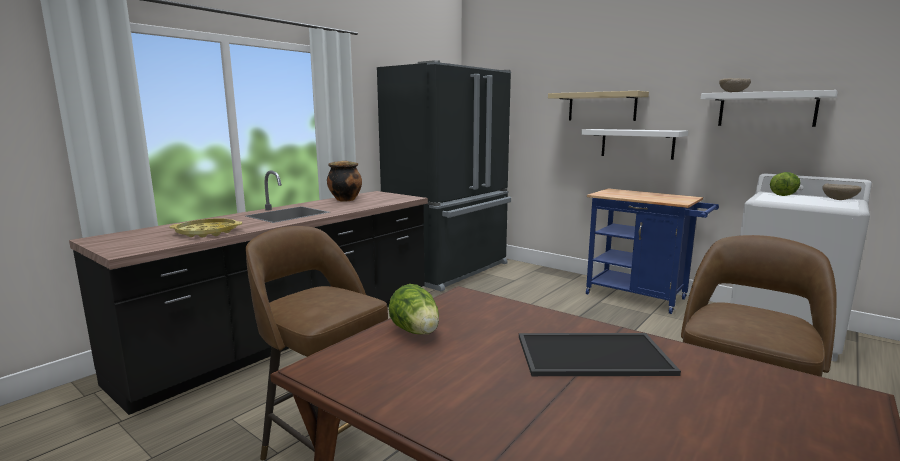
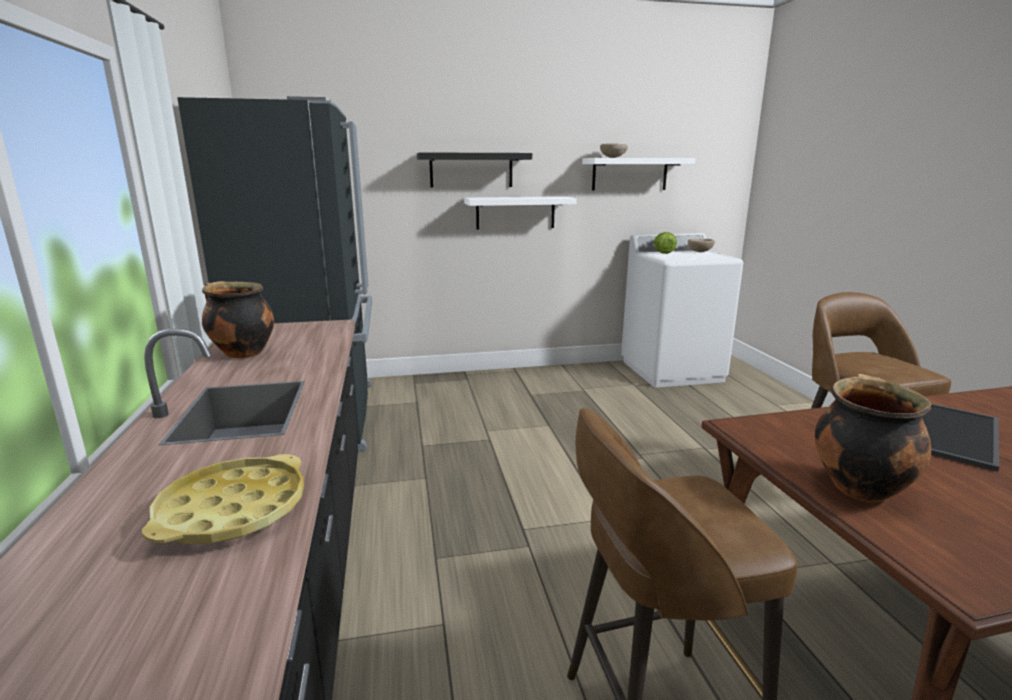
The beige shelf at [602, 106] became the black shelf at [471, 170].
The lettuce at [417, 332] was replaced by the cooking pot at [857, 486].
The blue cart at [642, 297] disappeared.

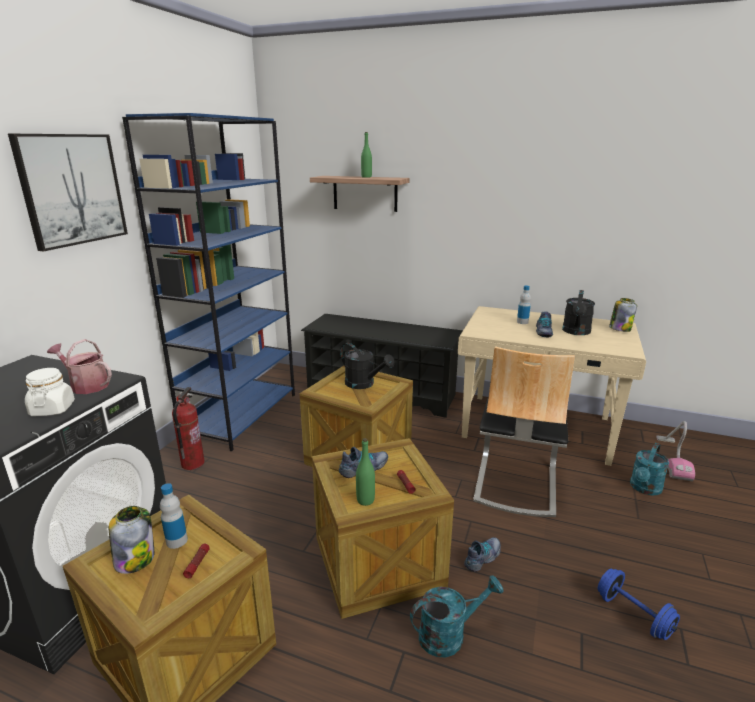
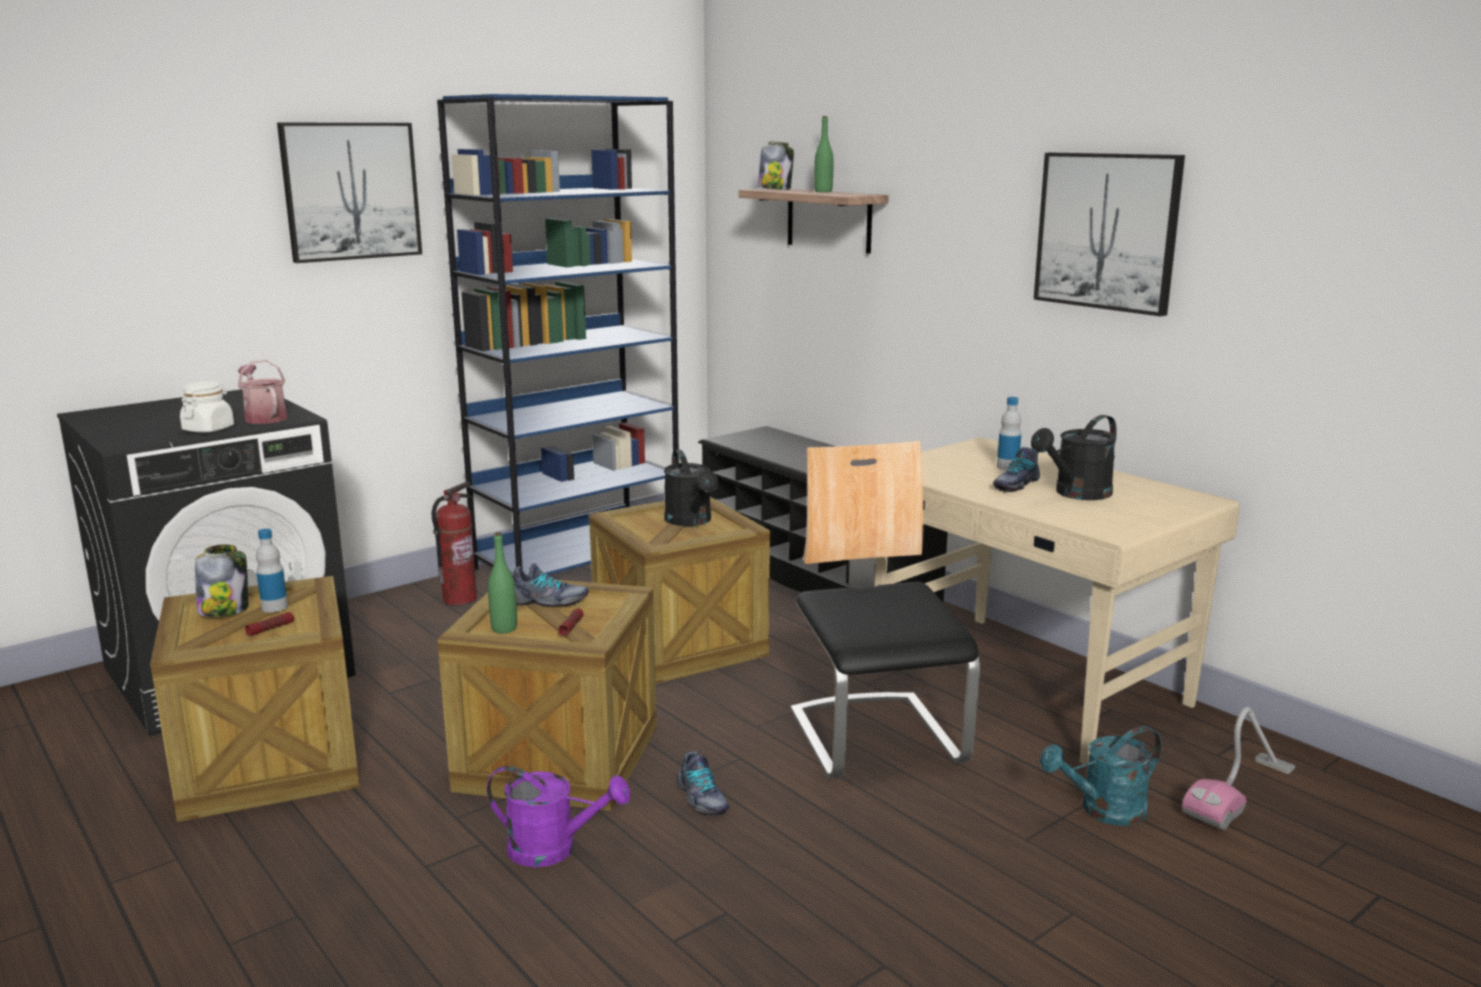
The turquoise watering can at [449, 634] became the purple watering can at [554, 849].
The shoe at [483, 557] turned 75 degrees clockwise.
The jar moved from [620, 329] to [775, 189].
The chair at [515, 482] turned 120 degrees clockwise.
The picture at [1107, 231] appeared.
The blue dumbbell at [633, 615] disappeared.

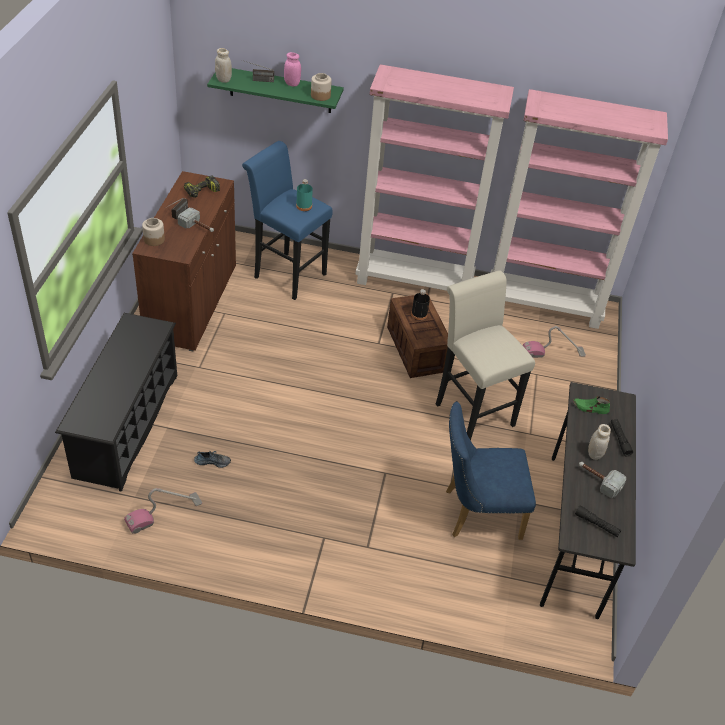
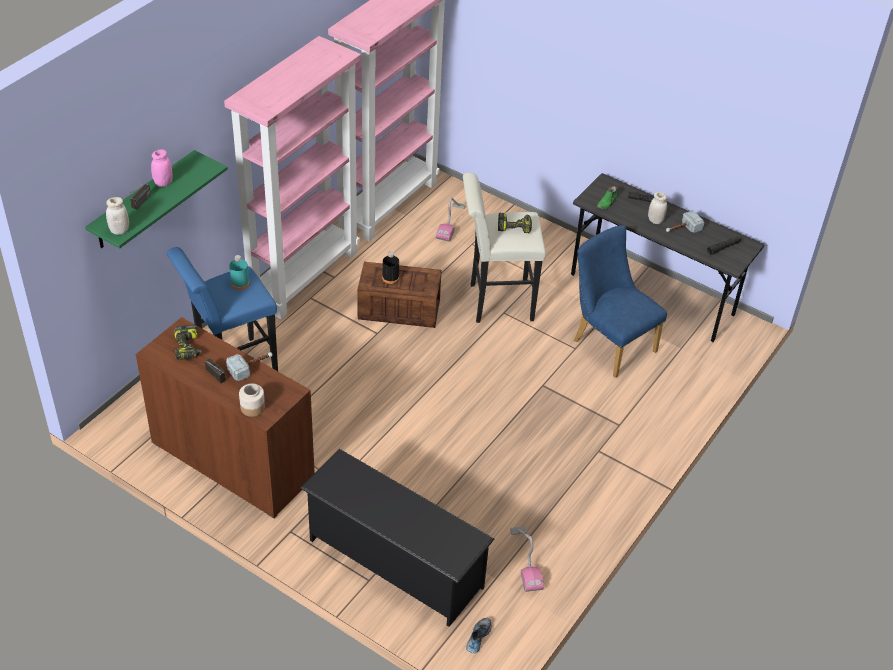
The shoe moved from [213, 461] to [477, 637].
The power drill at [514, 226] appeared.
The blue chair at [476, 512] turned 120 degrees clockwise.
The jar at [320, 95] disappeared.

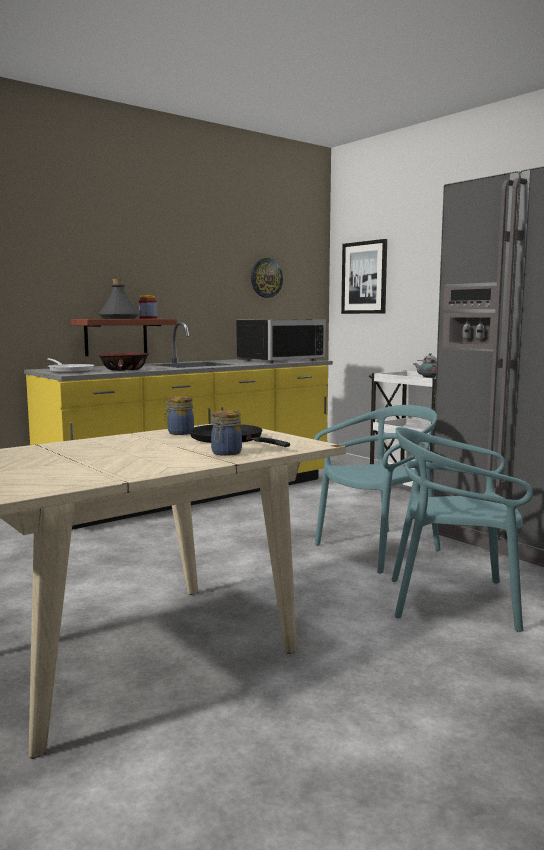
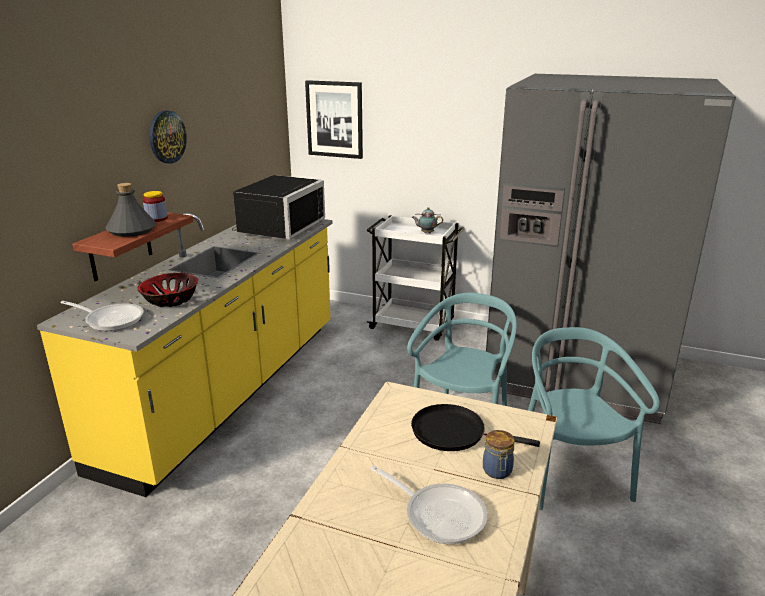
The wall clock moved from [266, 278] to [167, 137].
The frying pan at [439, 514] appeared.
The turquoise chair at [453, 601] turned 105 degrees clockwise.
The jar at [179, 433] disappeared.

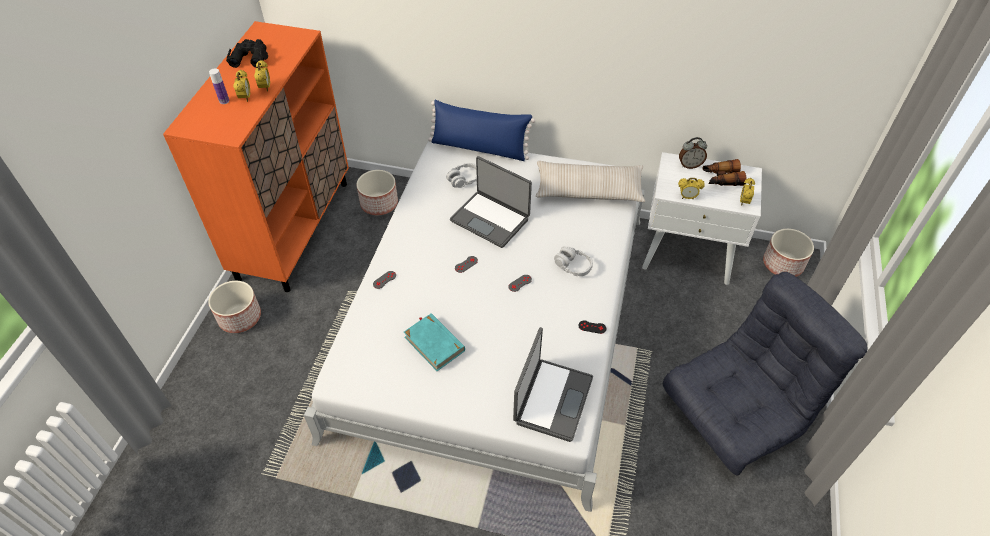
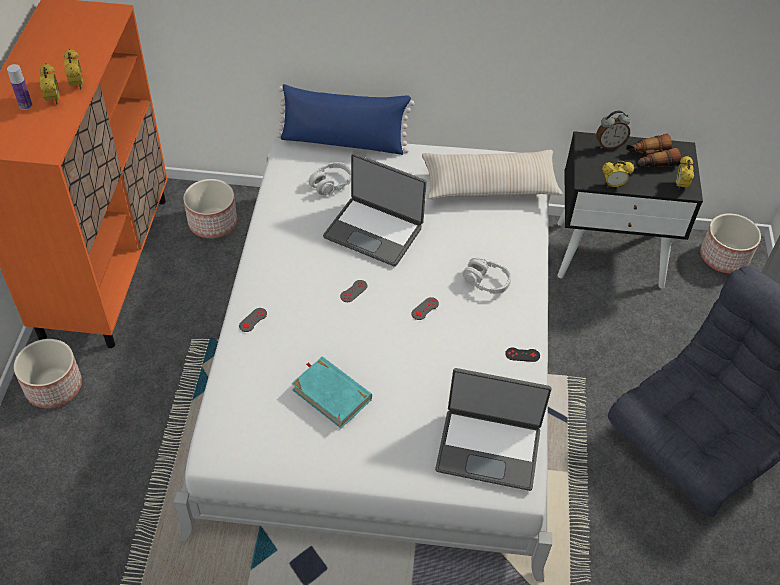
The laptop at [551, 399] turned 90 degrees clockwise.
The white nightstand at [688, 253] became the black nightstand at [610, 253].
The black binoculars at [250, 57] disappeared.

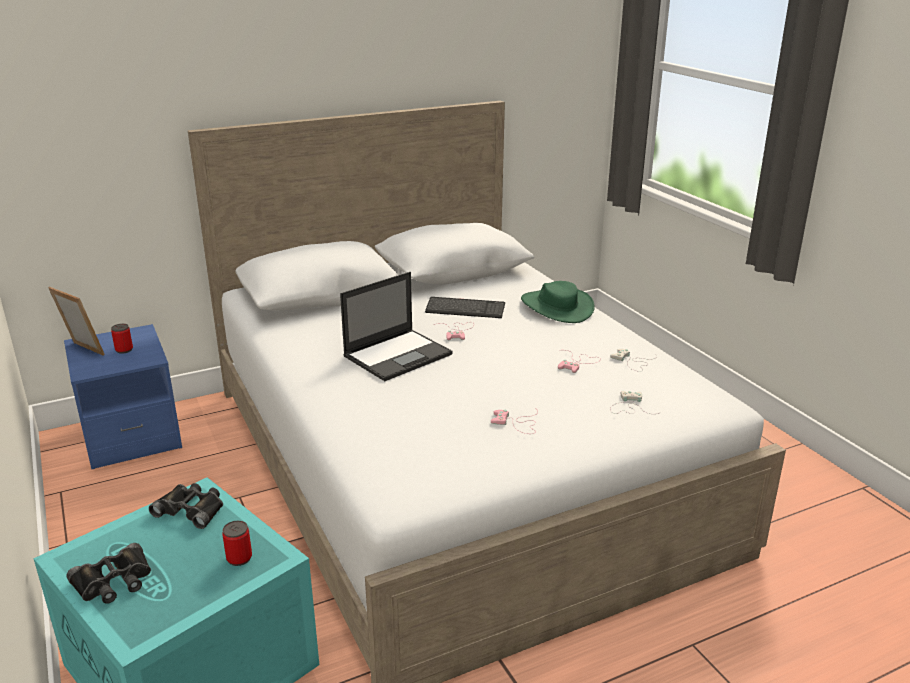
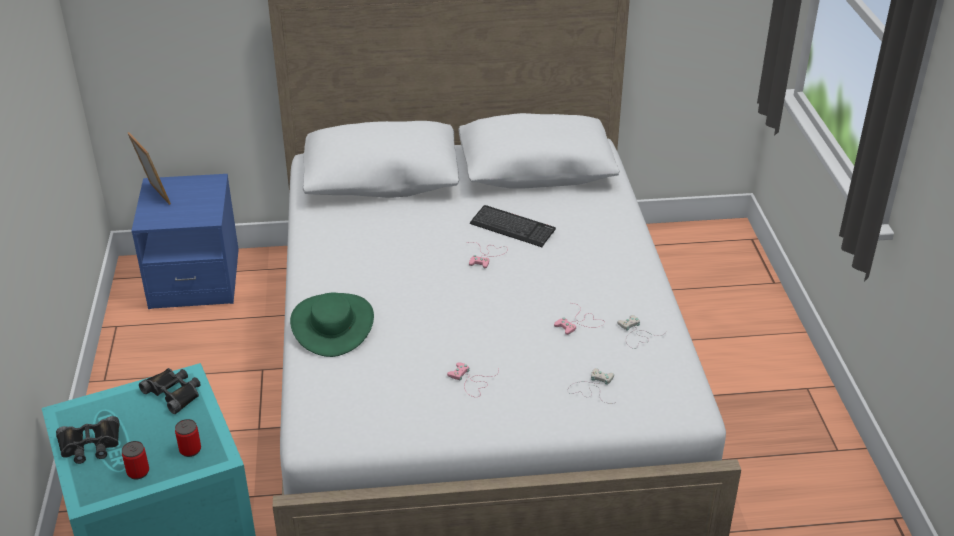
The can moved from [124, 350] to [138, 472].
The green hat moved from [557, 307] to [333, 325].
The laptop at [398, 355] disappeared.

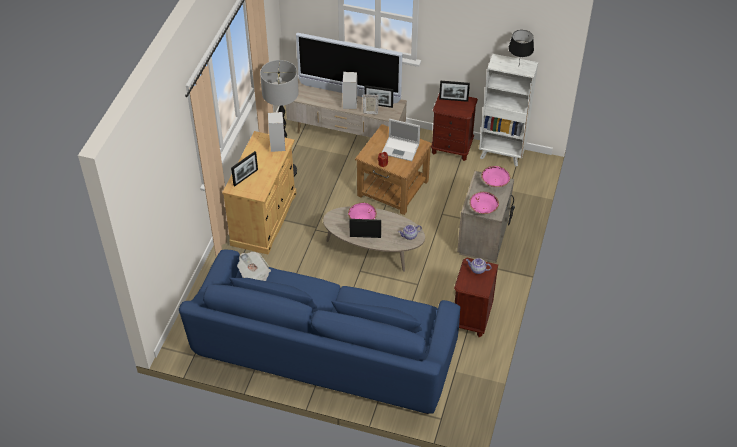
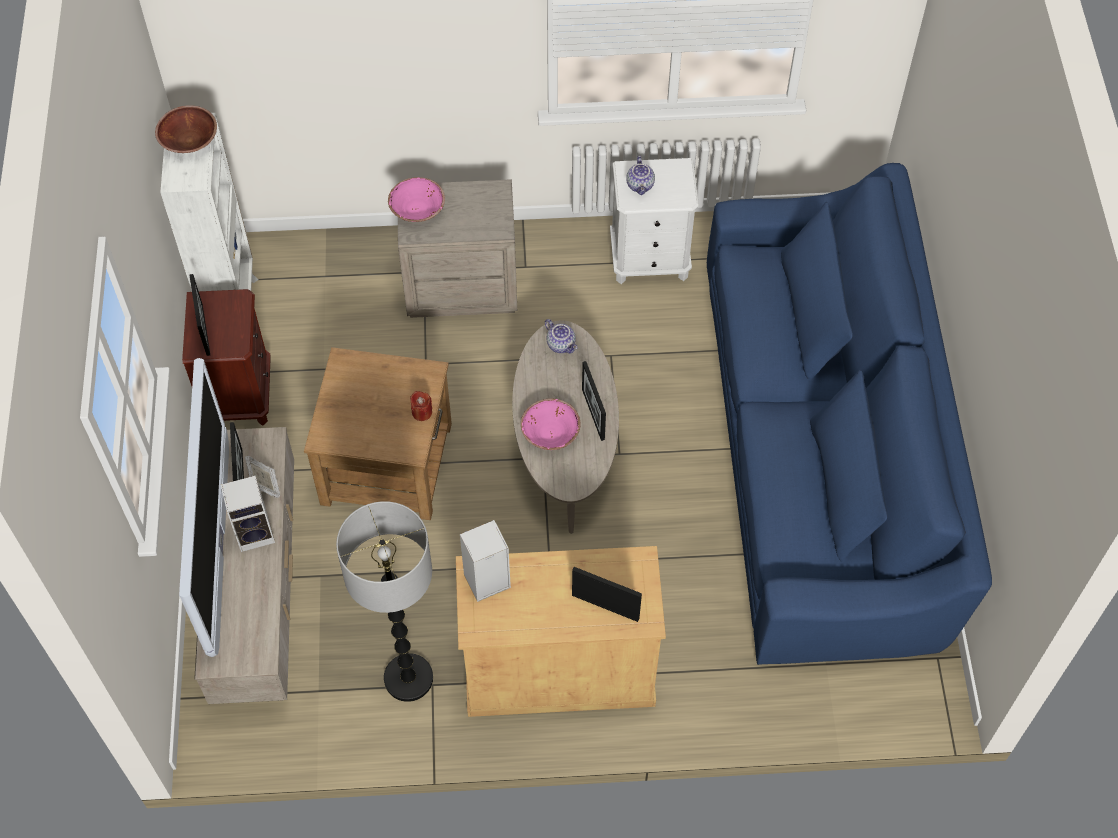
The black table lamp at [519, 66] was replaced by the brown bowl at [190, 141].
The brown nightstand at [471, 319] became the white nightstand at [650, 260].
The newspaper at [255, 274] disappeared.
The laptop at [401, 149] disappeared.
The pink bowl at [483, 208] disappeared.

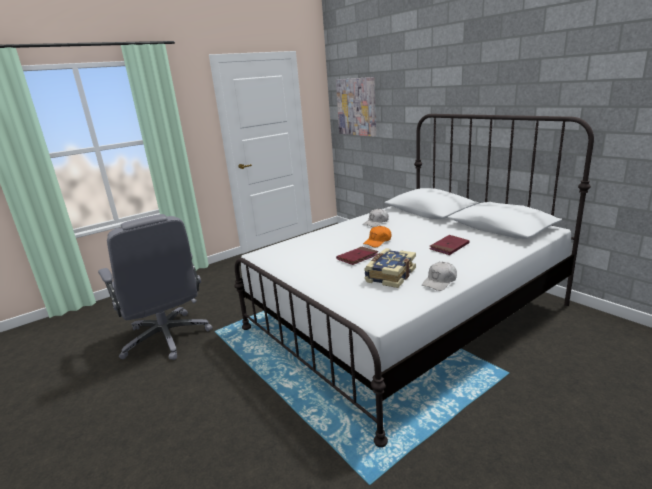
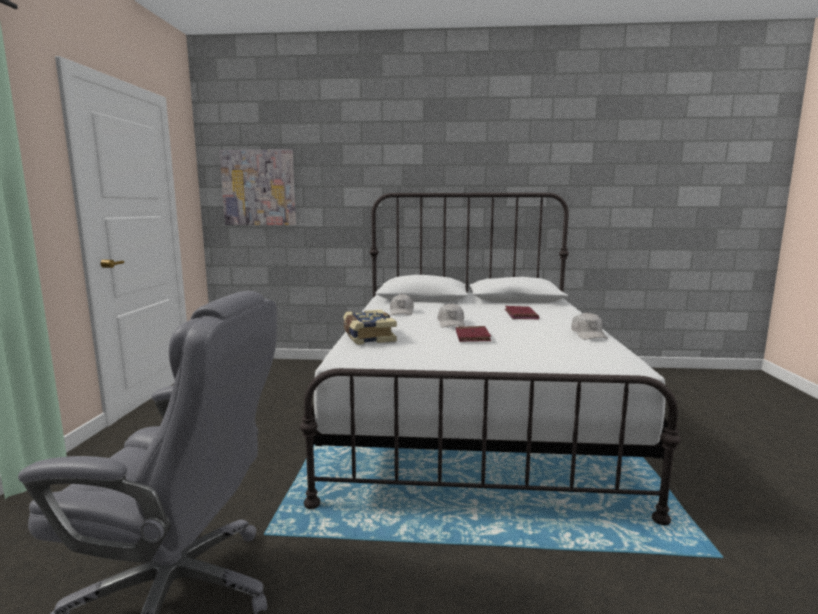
The book moved from [389, 275] to [367, 337].
The orange cap at [378, 241] became the white cap at [451, 323].

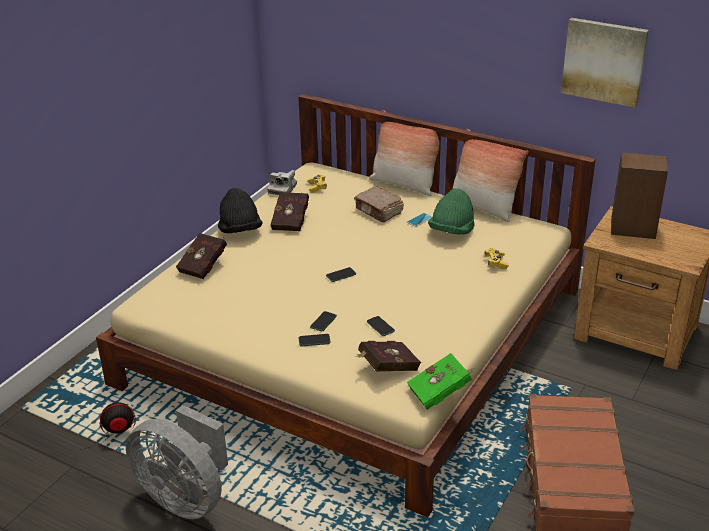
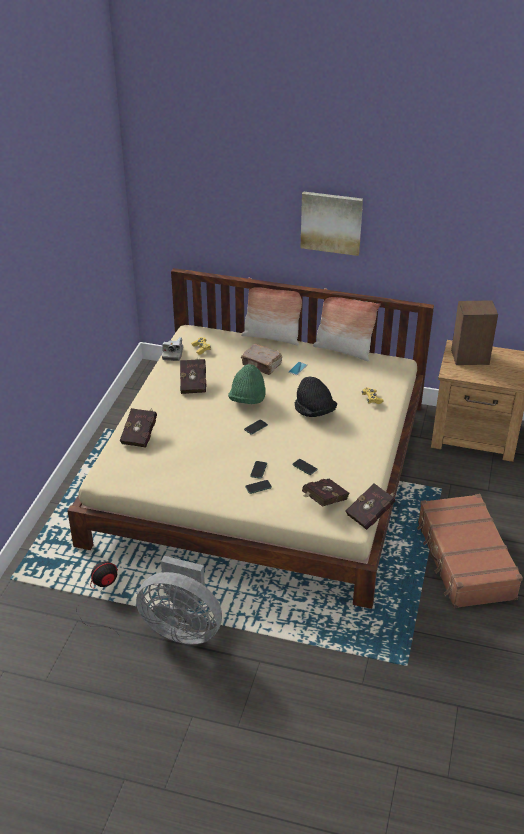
The green hat moved from [451, 231] to [247, 399].
The black hat moved from [240, 230] to [314, 411].
The picture moved from [604, 61] to [331, 222].
The green book at [441, 393] became the red book at [371, 514].

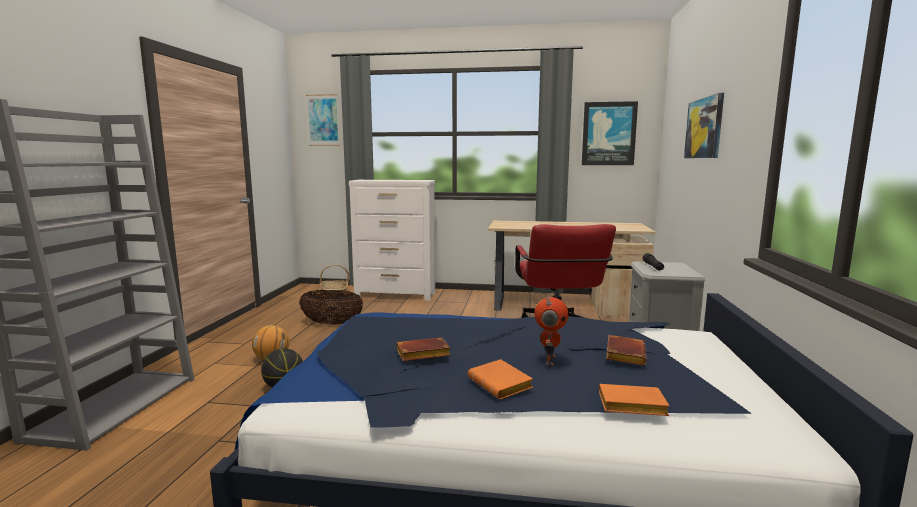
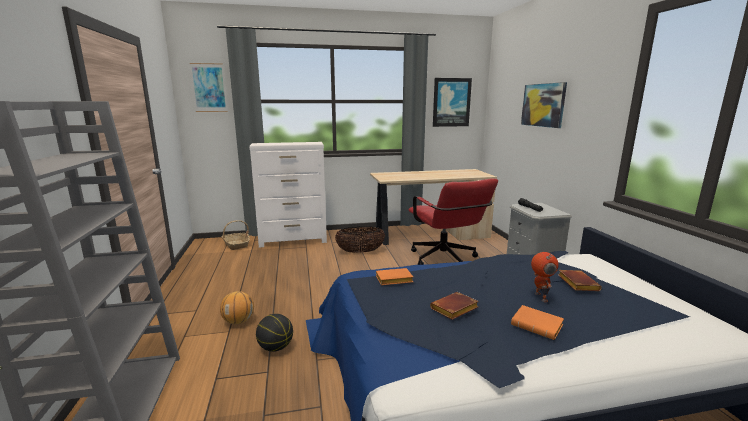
The basket moved from [332, 324] to [360, 252].
The orange book moved from [630, 406] to [393, 280].

